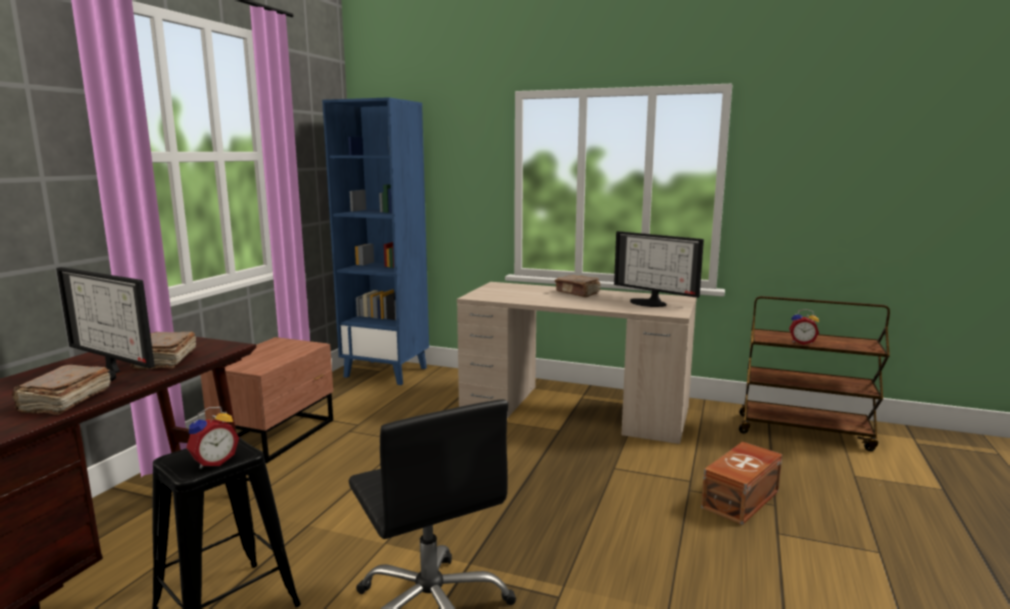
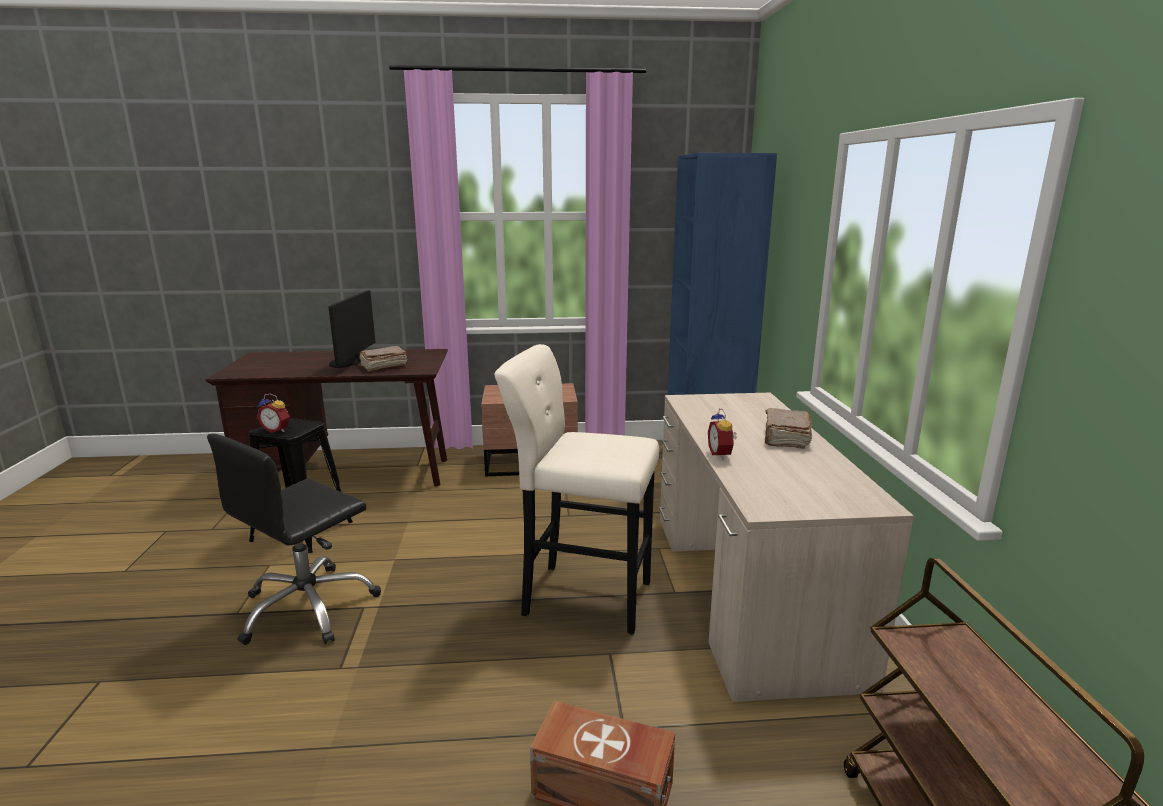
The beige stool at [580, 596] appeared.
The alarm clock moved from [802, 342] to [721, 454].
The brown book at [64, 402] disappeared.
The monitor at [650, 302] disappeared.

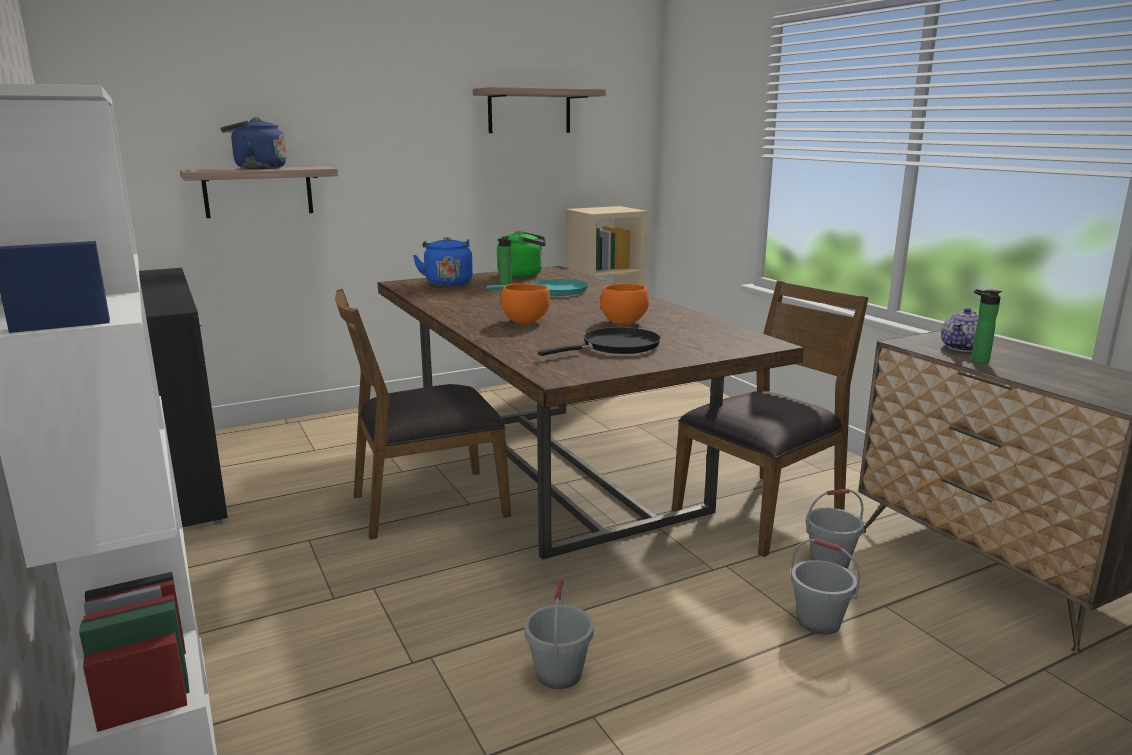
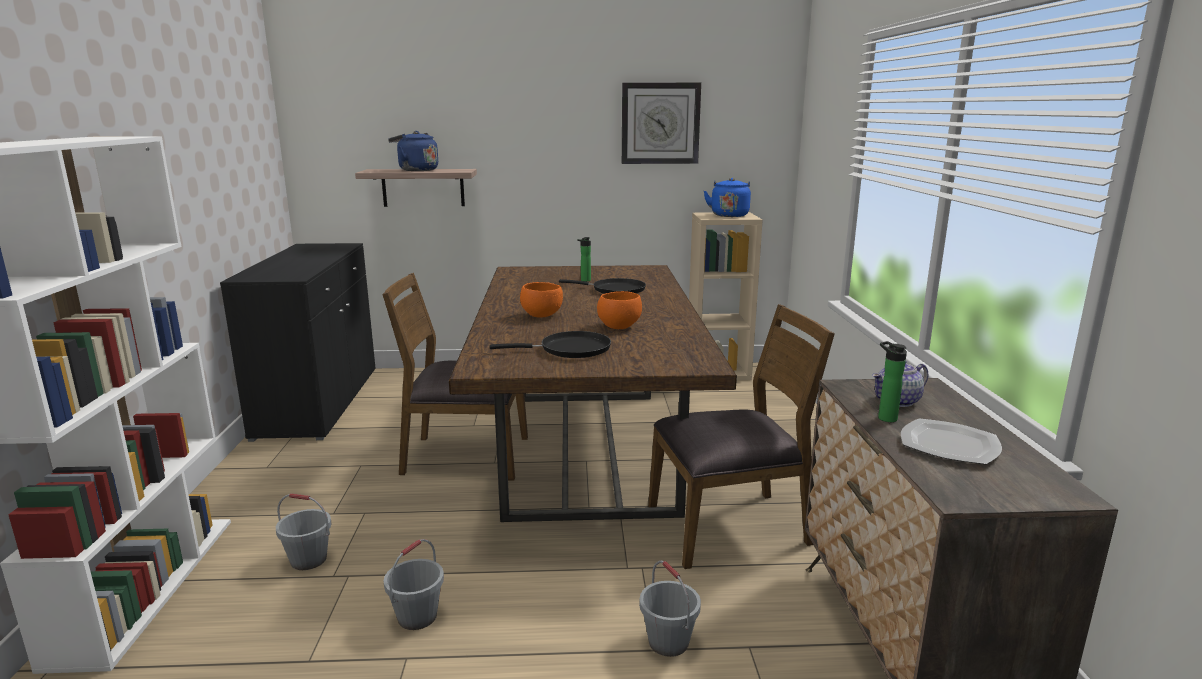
The grey bucket moved from [830, 561] to [309, 560].
The turquoise frying pan at [553, 291] became the black frying pan at [614, 290].
The shelf at [529, 111] was replaced by the wall clock at [660, 123].
The blue kettle moved from [448, 283] to [729, 215].
The plate at [950, 445] appeared.
The green kettle at [523, 275] disappeared.

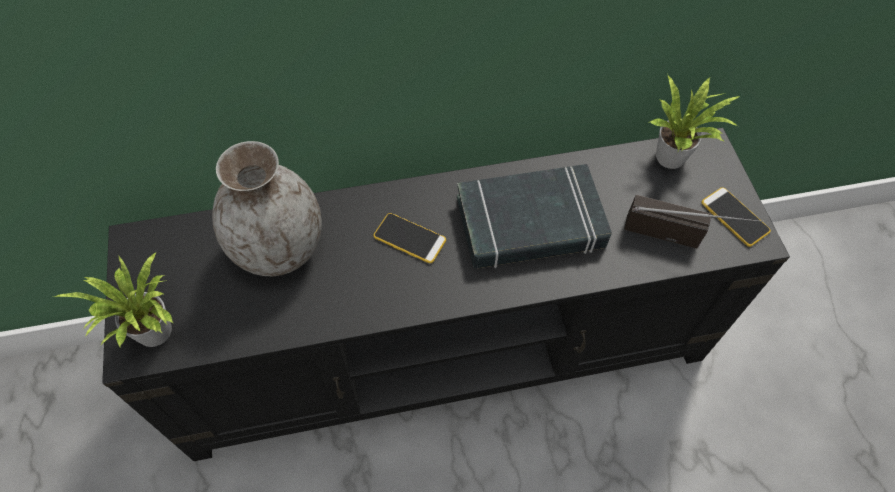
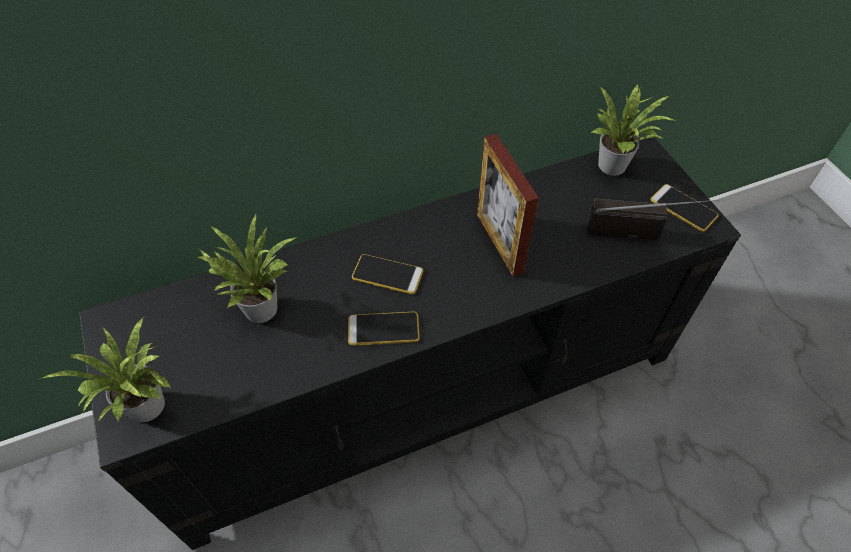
The grey vase at [278, 249] was replaced by the potted plant at [259, 305].
The phone at [383, 329] appeared.
The black book at [530, 223] was replaced by the picture frame at [499, 243].

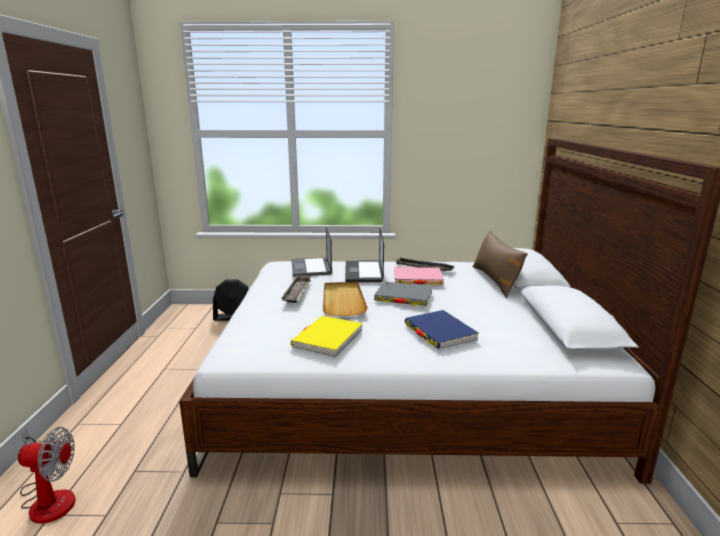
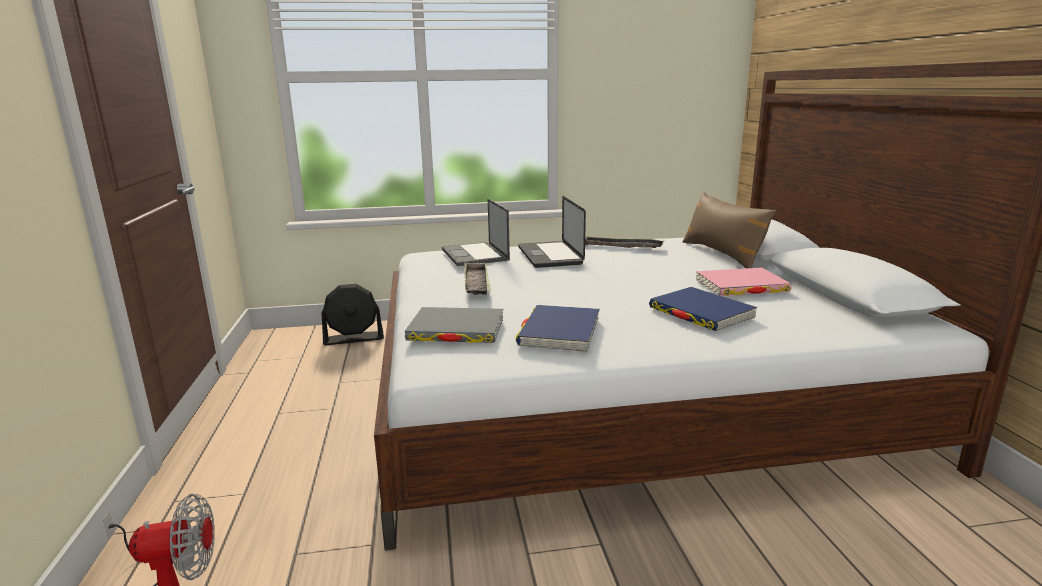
The grey book moved from [403, 297] to [456, 330].
The yellow book at [327, 339] became the blue book at [559, 332].
The pink book moved from [417, 279] to [741, 286].
The beige tray at [343, 300] disappeared.

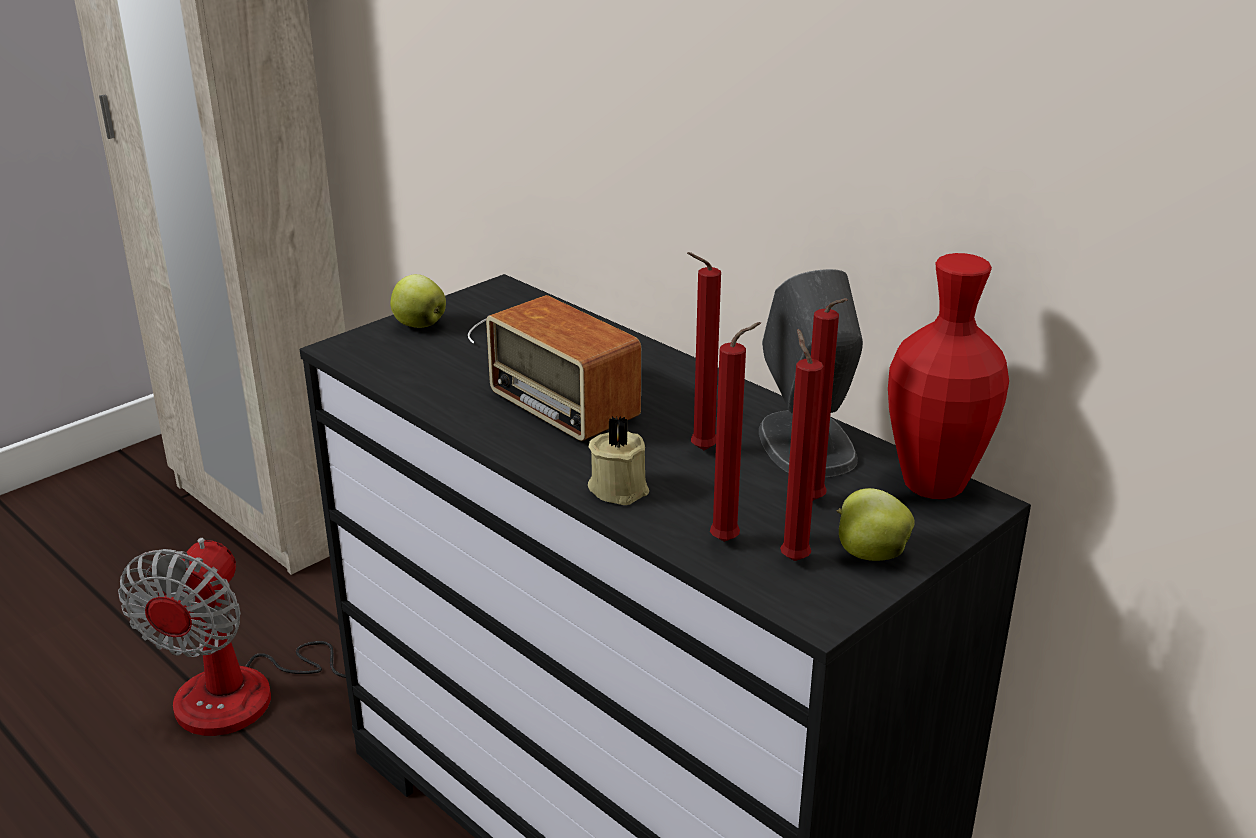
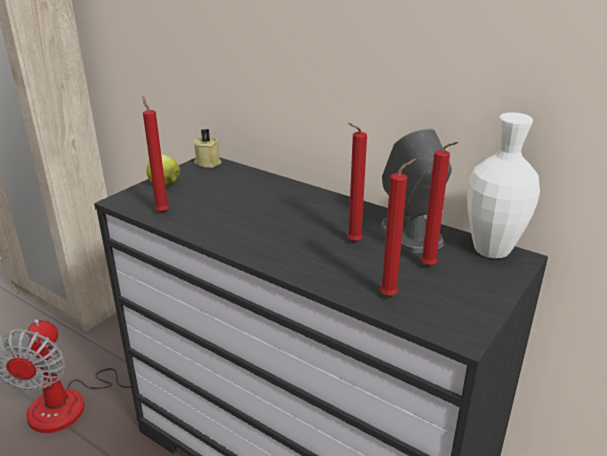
The red candle moved from [792, 558] to [161, 211].
The beige candle moved from [619, 488] to [208, 162].
The red vase at [933, 485] became the white vase at [491, 250].
The radio at [556, 364] disappeared.
The apple at [869, 554] disappeared.

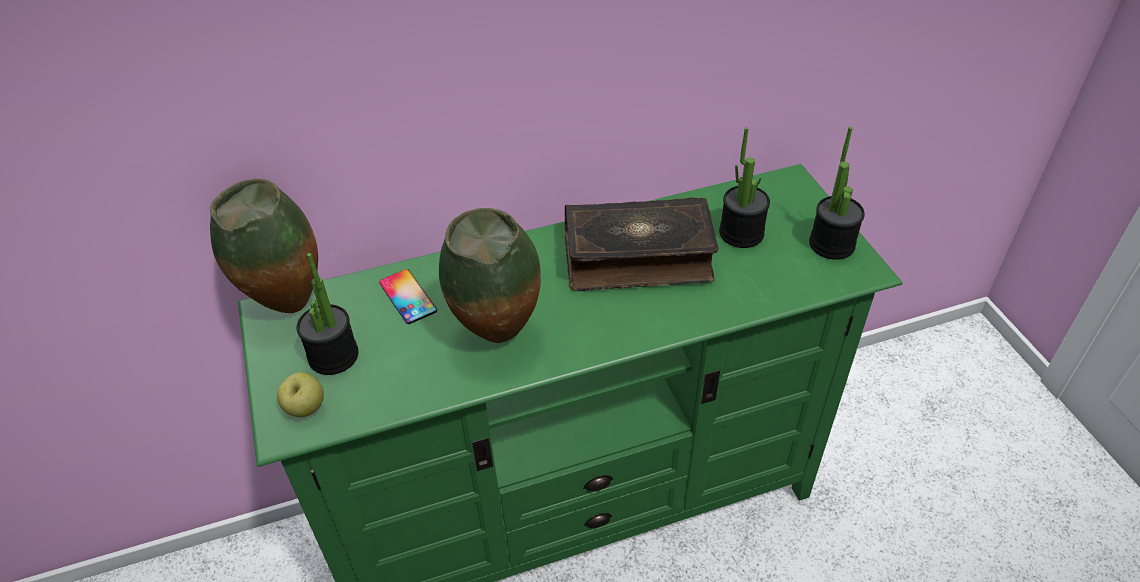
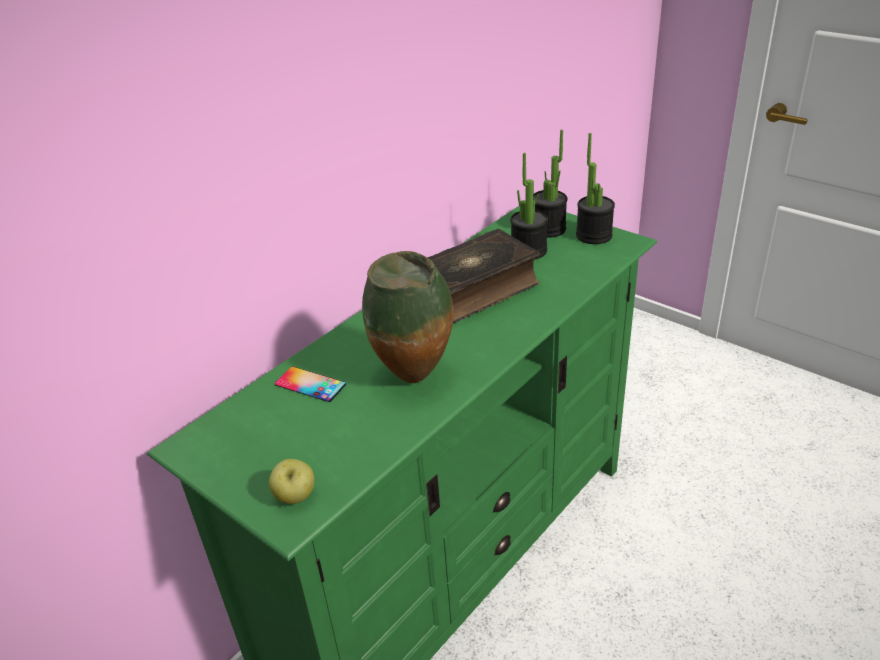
The potted plant moved from [333, 356] to [548, 229].
The vase at [287, 308] disappeared.

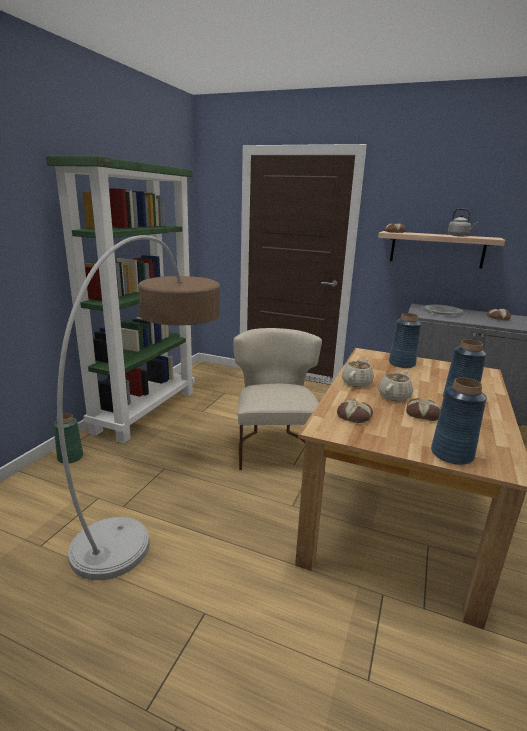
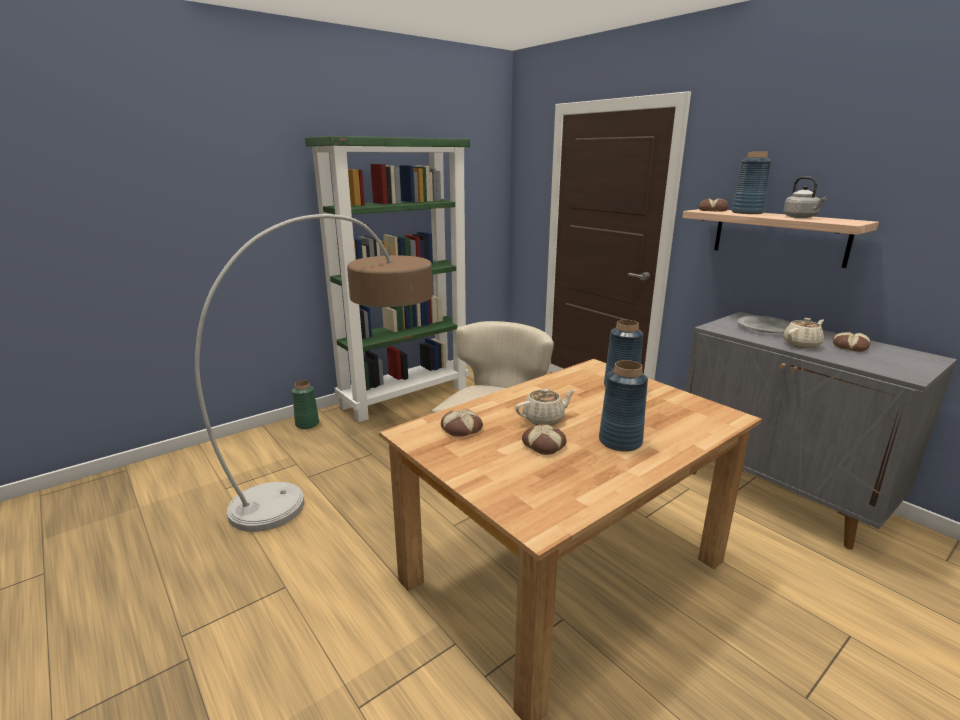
The blue vase moved from [452, 454] to [747, 212].
The beige teapot moved from [357, 383] to [802, 344].

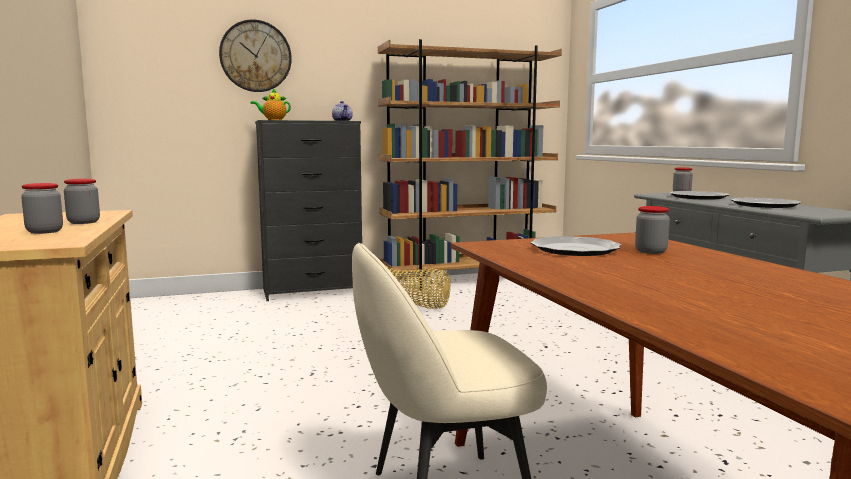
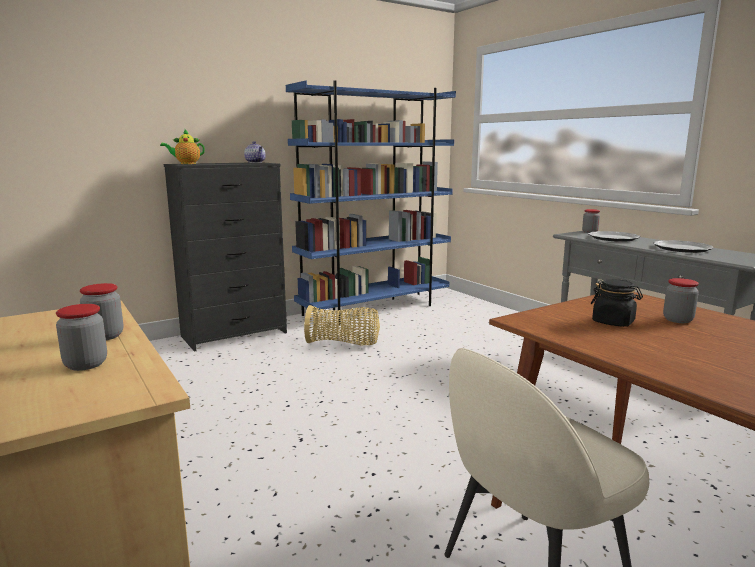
The brown bookcase at [468, 280] became the blue bookcase at [375, 309].
The plate at [574, 249] was replaced by the black jar at [613, 322].
The wall clock at [255, 56] disappeared.

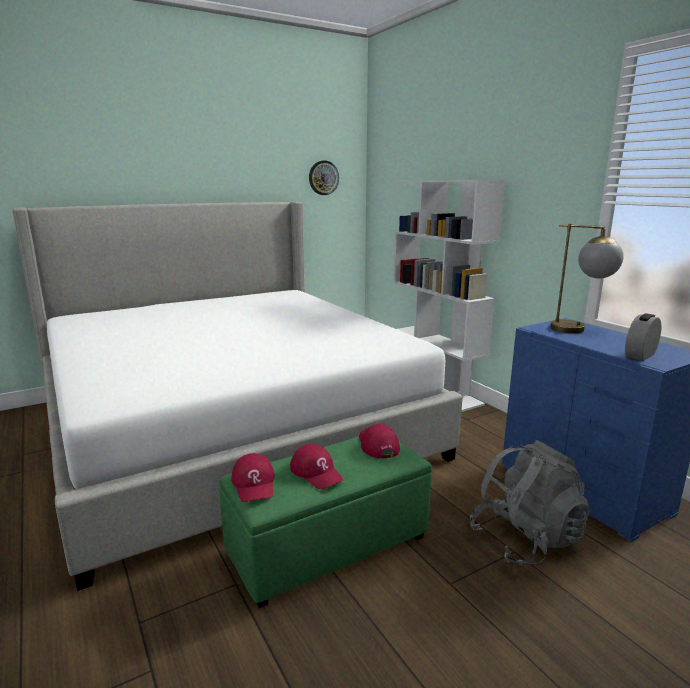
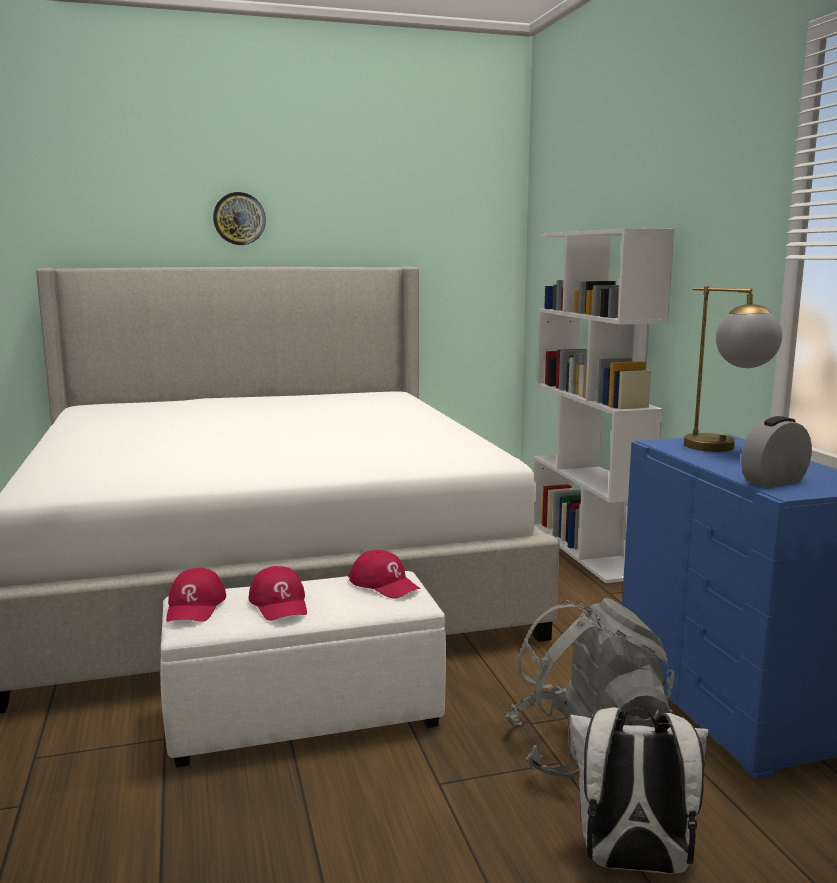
The green ottoman at [330, 546] became the white ottoman at [306, 716].
The wall clock moved from [323, 178] to [239, 218].
The red cap at [377, 445] turned 135 degrees clockwise.
The white backpack at [632, 863] appeared.

